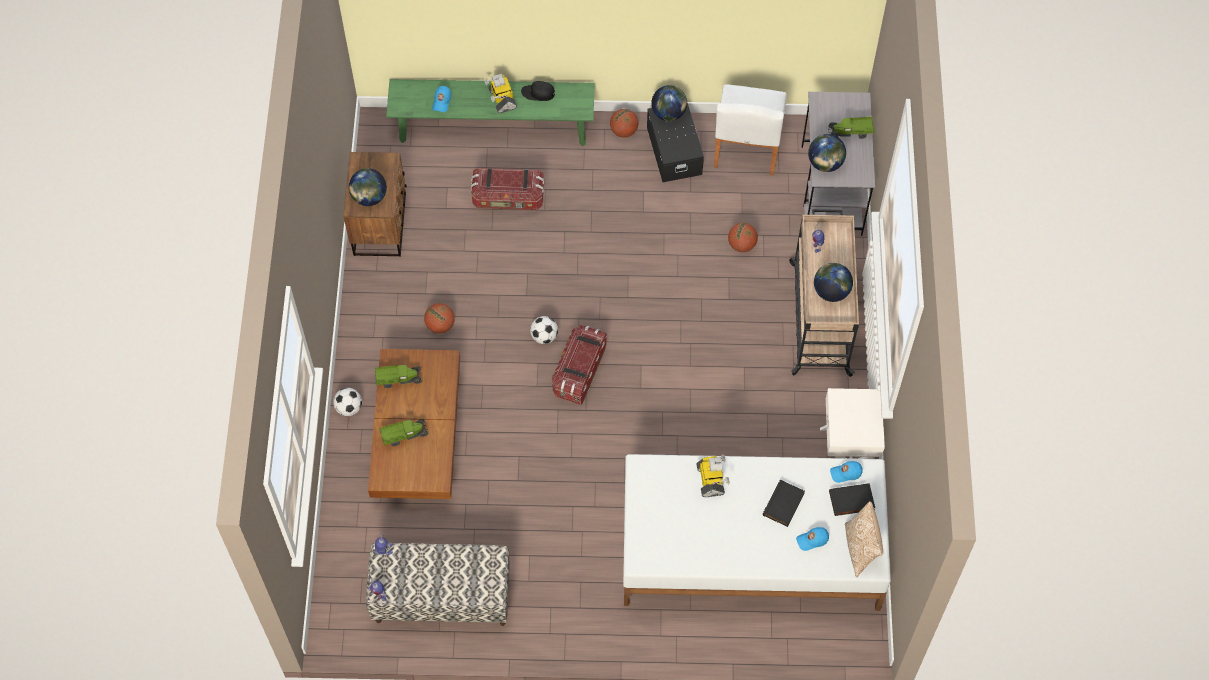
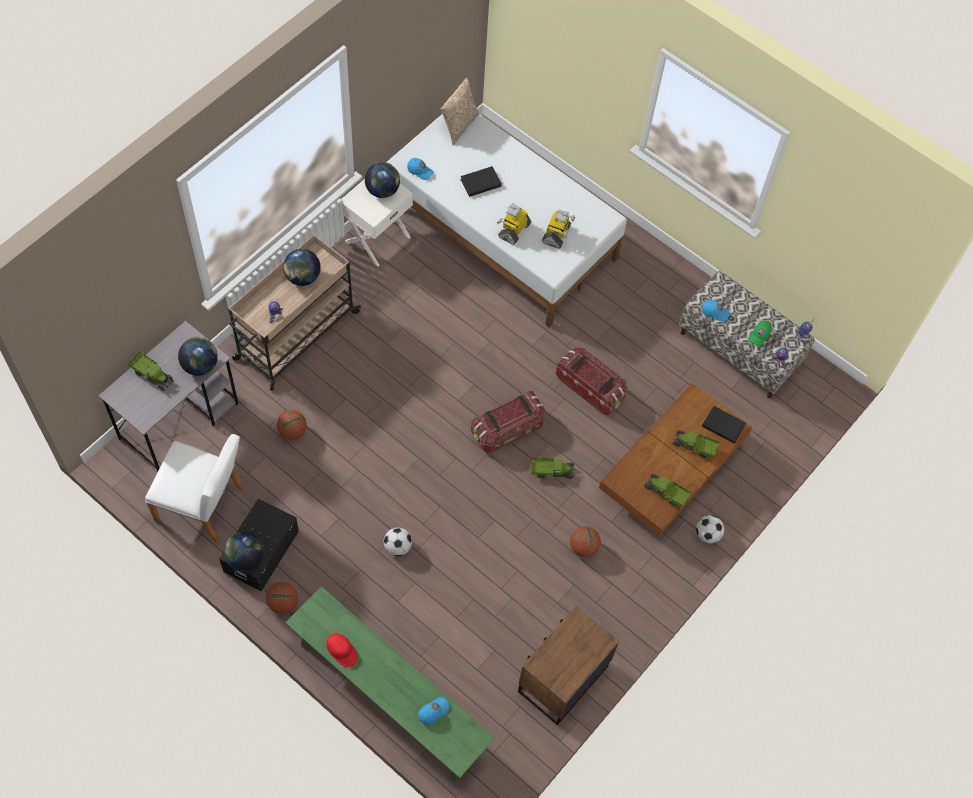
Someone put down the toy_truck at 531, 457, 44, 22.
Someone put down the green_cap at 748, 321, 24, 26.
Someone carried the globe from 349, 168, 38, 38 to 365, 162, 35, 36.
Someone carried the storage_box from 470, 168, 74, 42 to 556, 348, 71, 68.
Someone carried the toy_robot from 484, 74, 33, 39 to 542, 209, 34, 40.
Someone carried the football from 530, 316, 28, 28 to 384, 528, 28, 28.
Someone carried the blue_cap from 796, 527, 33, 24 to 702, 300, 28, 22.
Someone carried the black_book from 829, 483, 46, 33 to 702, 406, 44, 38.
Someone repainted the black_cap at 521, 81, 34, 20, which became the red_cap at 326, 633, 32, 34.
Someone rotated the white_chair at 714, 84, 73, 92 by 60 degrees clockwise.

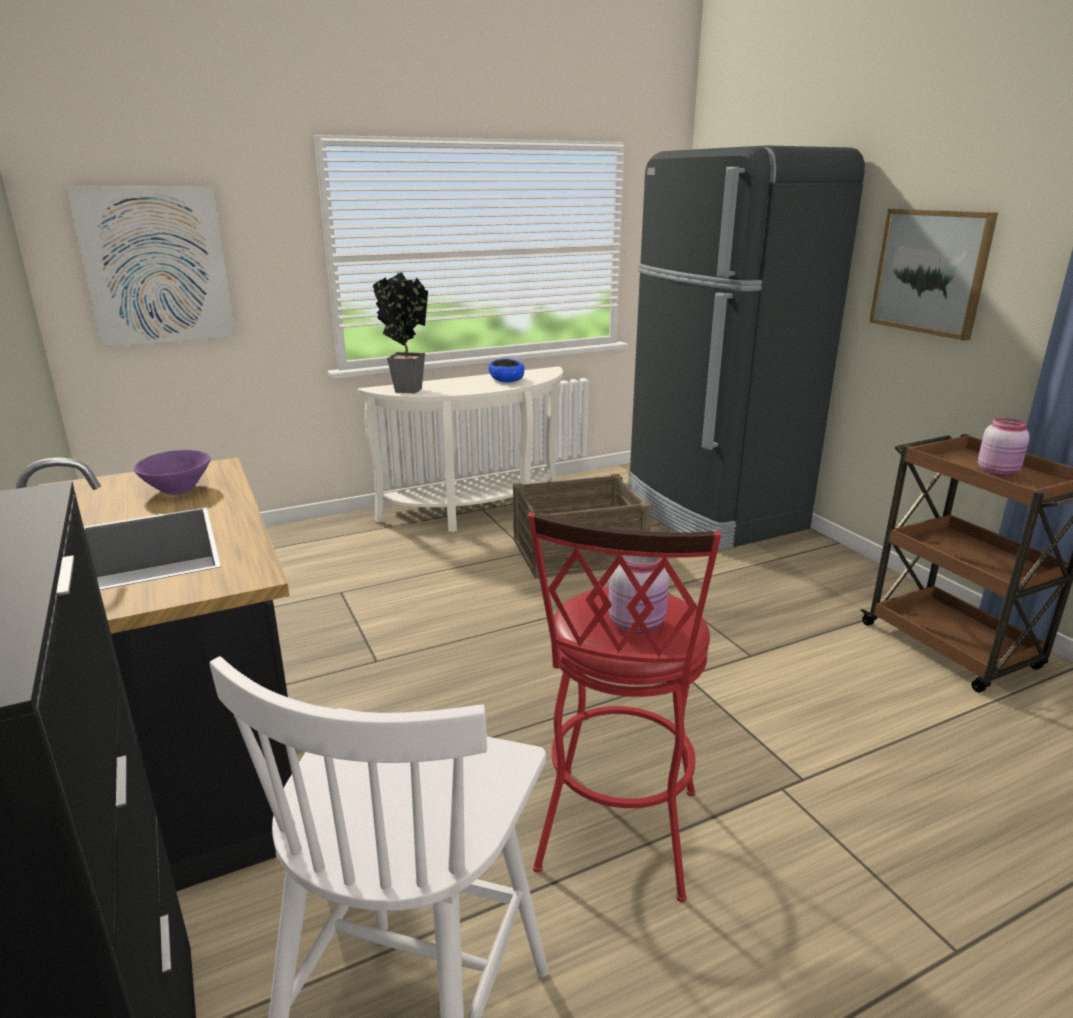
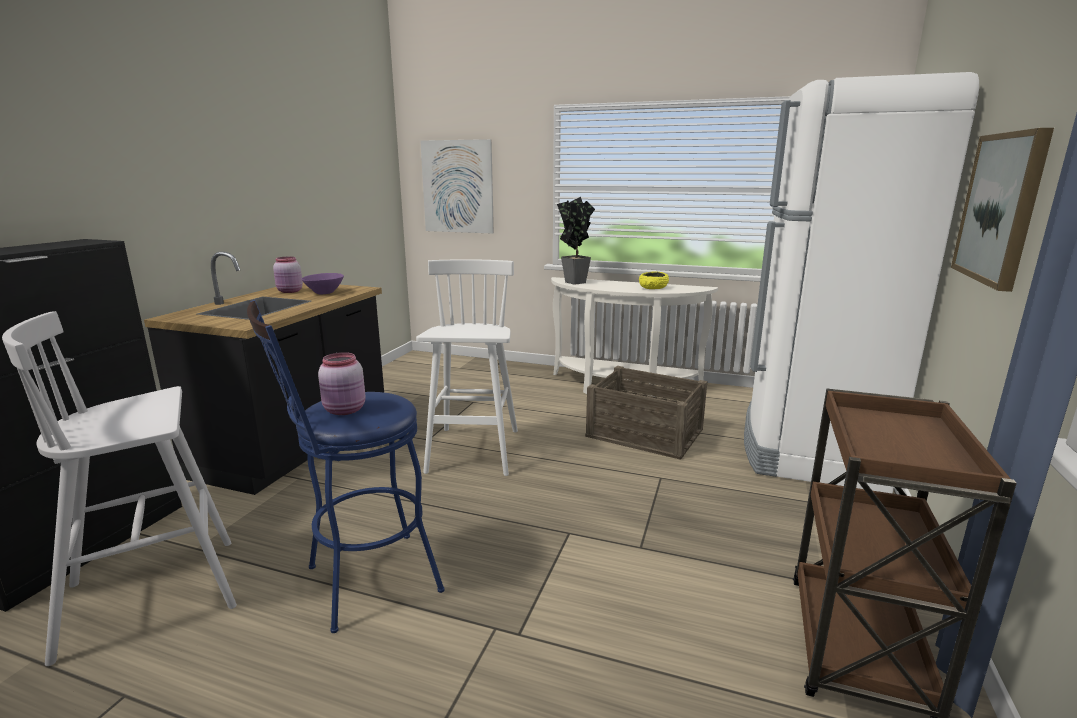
Someone put down the white_stool at 416, 259, 102, 217.
Someone carried the pink_jar from 978, 418, 51, 58 to 273, 257, 30, 36.
Someone repainted the blue_bowl at 489, 359, 35, 24, which became the yellow_bowl at 639, 272, 30, 17.
Someone repainted the red_stool at 528, 512, 193, 390, which became the blue_stool at 247, 300, 198, 333.
Someone repainted the black_fridge at 628, 145, 237, 406, which became the white_fridge at 744, 72, 235, 421.

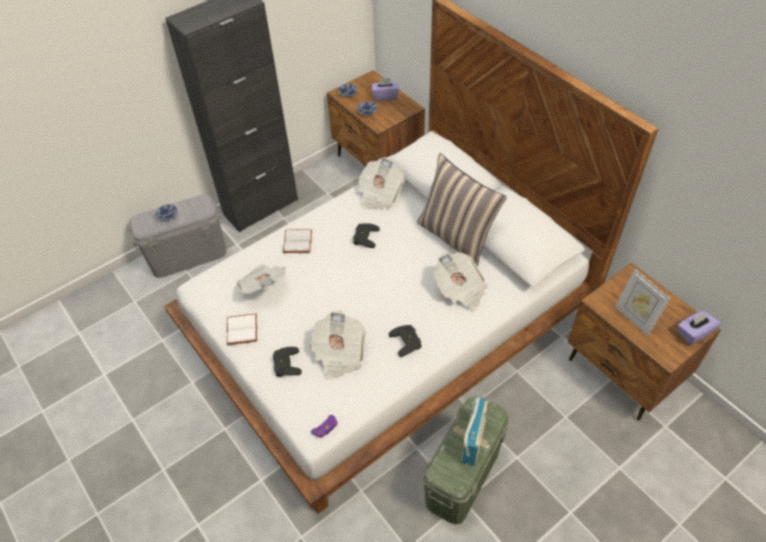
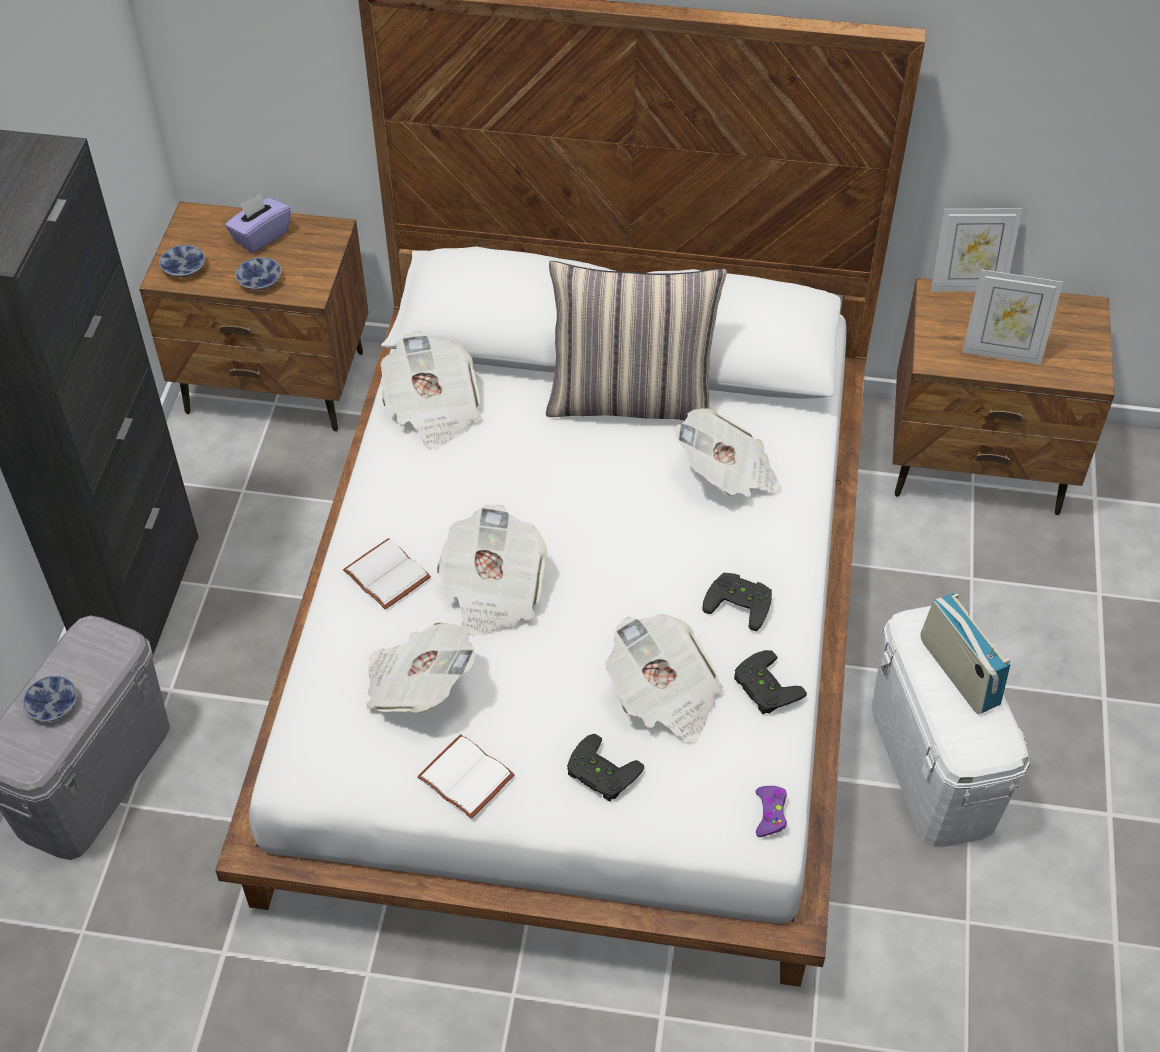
Someone took away the purple_tissue_box at 677, 311, 44, 34.
Someone put down the newspaper at 437, 504, 111, 133.
Someone put down the picture_frame at 931, 209, 91, 83.
Someone carried the black_game_controller from 353, 223, 27, 25 to 734, 650, 73, 64.
Someone repainted the green_storage_box at 423, 396, 86, 129, which became the white_storage_box at 872, 606, 158, 241.

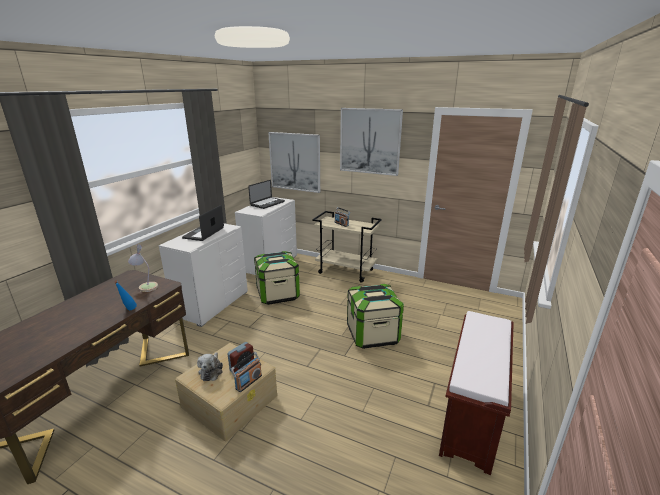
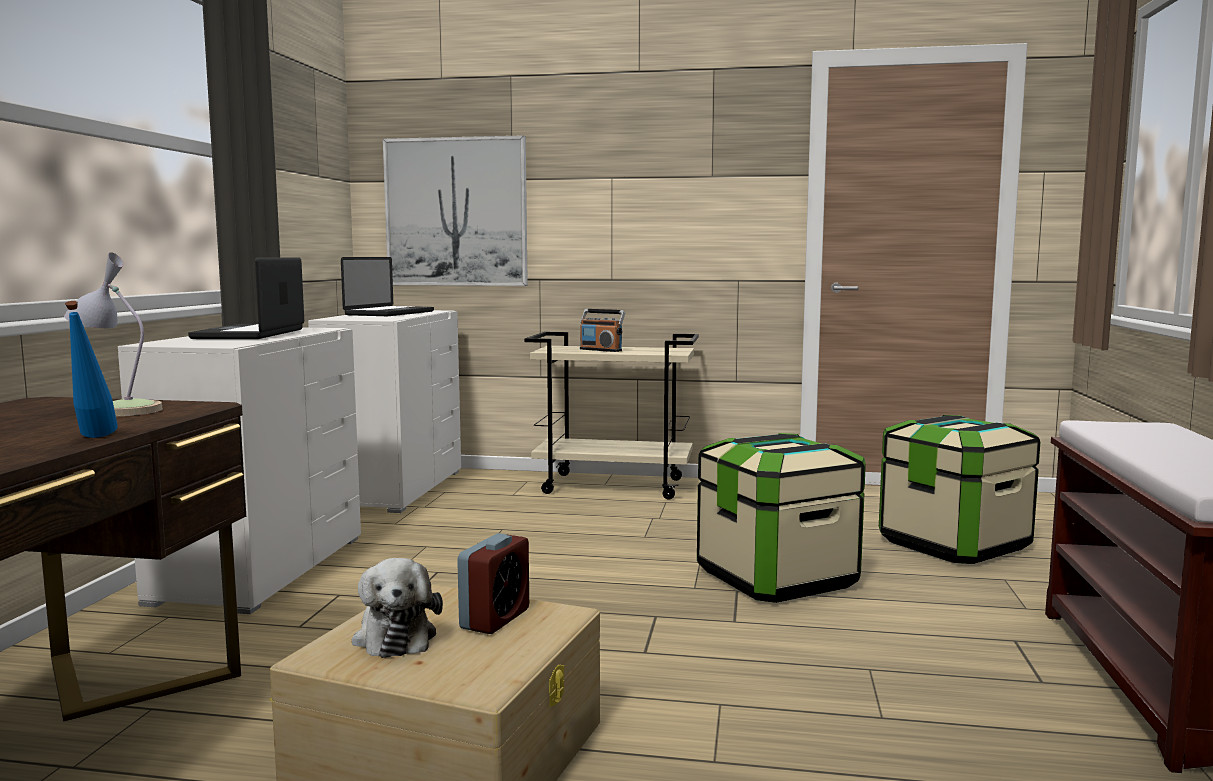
Someone took away the radio at 231, 352, 31, 40.
Someone took away the picture at 340, 108, 63, 68.
Someone carried the storage_box from 254, 251, 46, 54 to 879, 415, 161, 149.

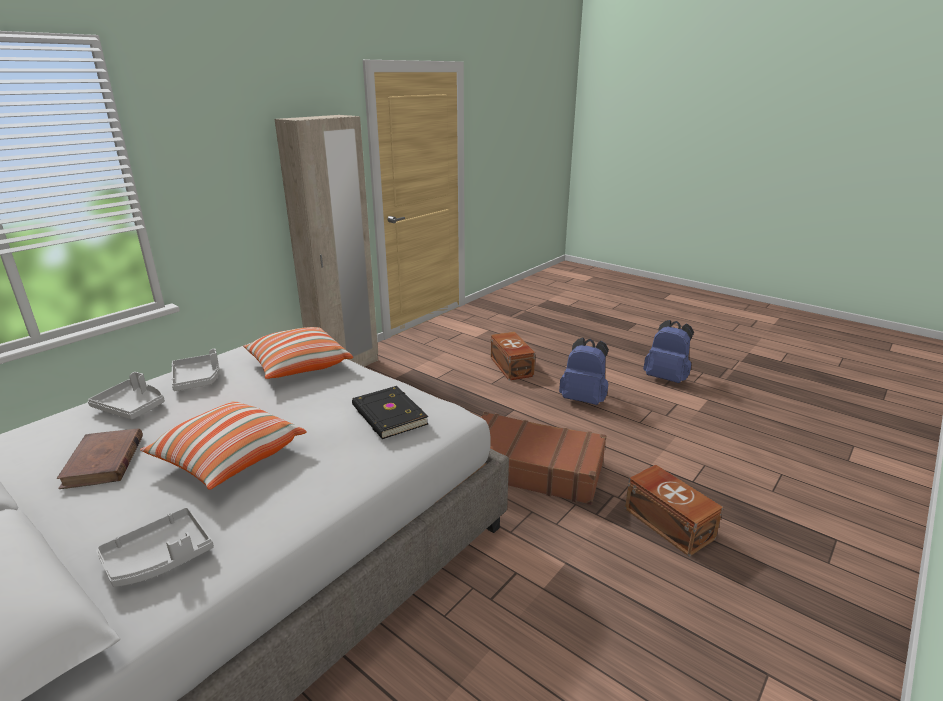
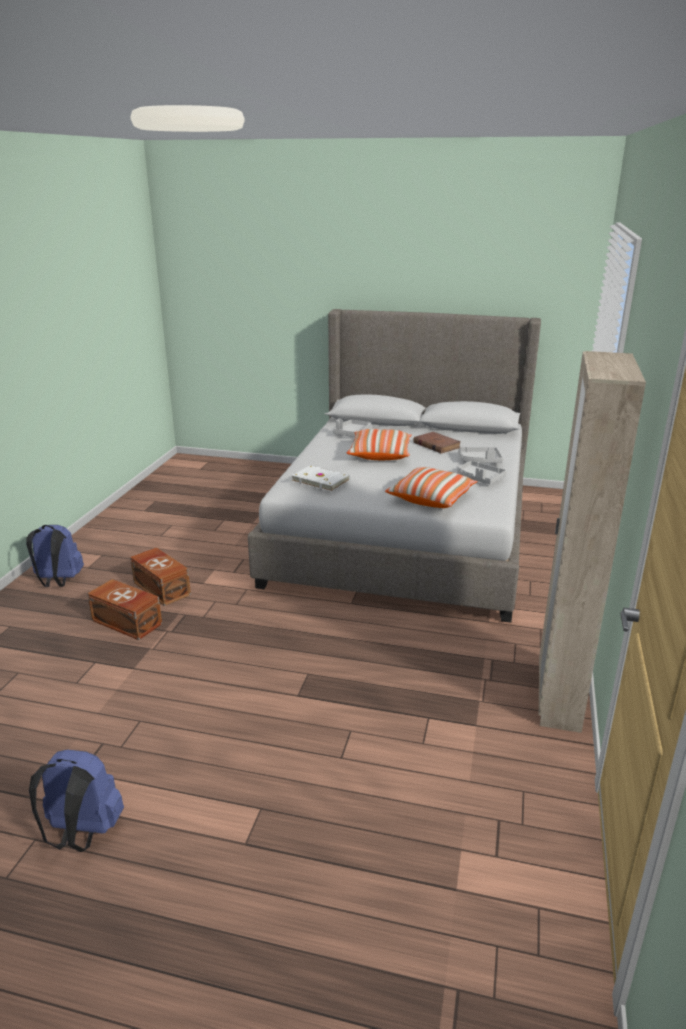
Someone took away the brown_suitcase at 481, 412, 125, 93.
Someone carried the brown_storage_box from 491, 332, 44, 49 to 130, 547, 61, 59.
Someone carried the blue_backpack from 559, 338, 50, 67 to 26, 525, 58, 62.
Someone repainted the black_book at 352, 386, 76, 53, which became the white_book at 291, 465, 59, 26.

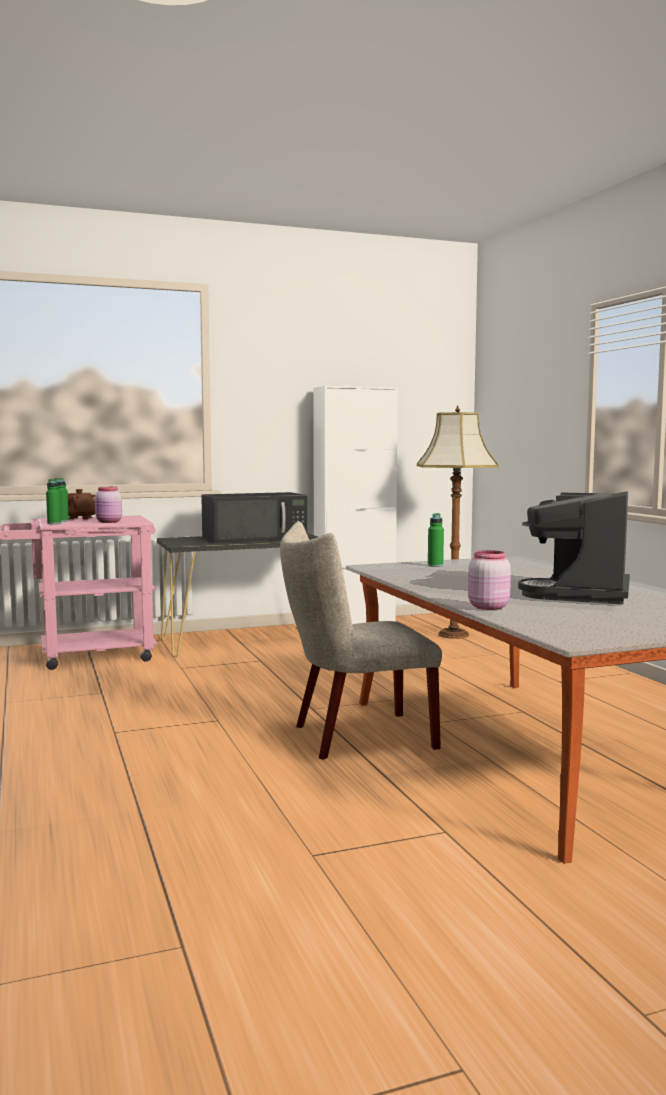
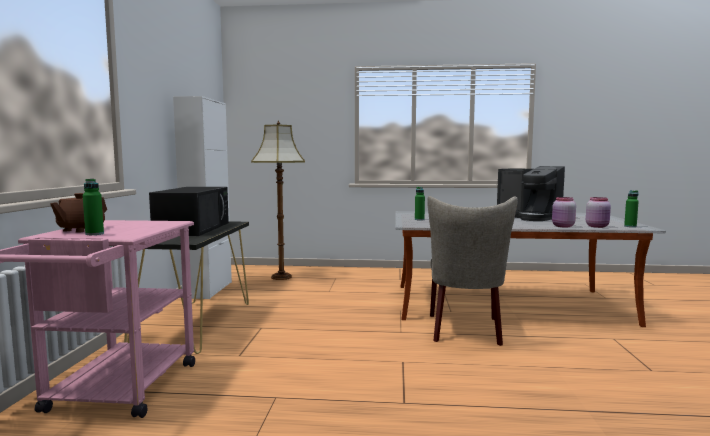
Someone carried the green_bottle from 46, 479, 15, 45 to 624, 190, 15, 37.
Someone carried the pink_jar from 95, 487, 27, 36 to 586, 197, 25, 31.

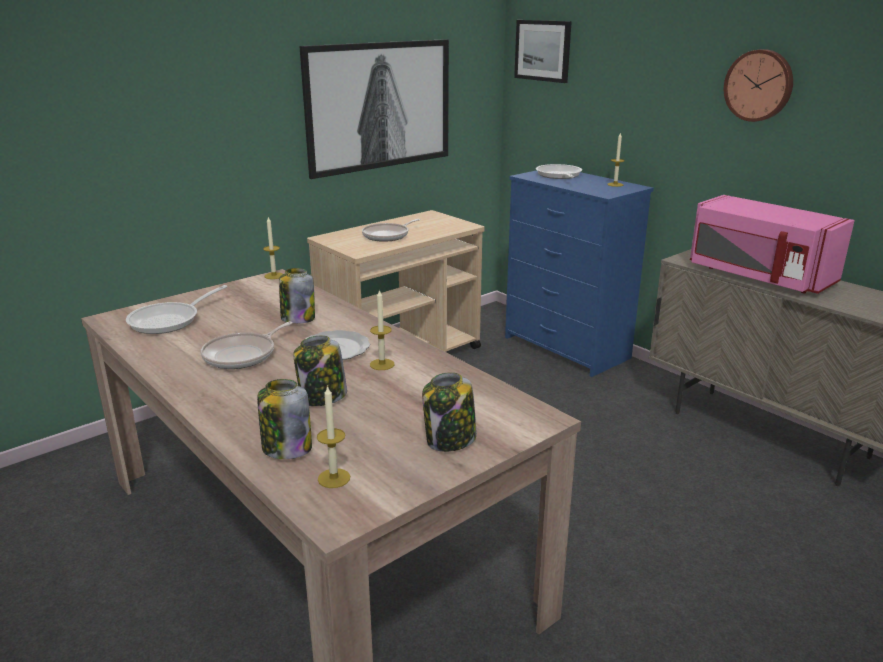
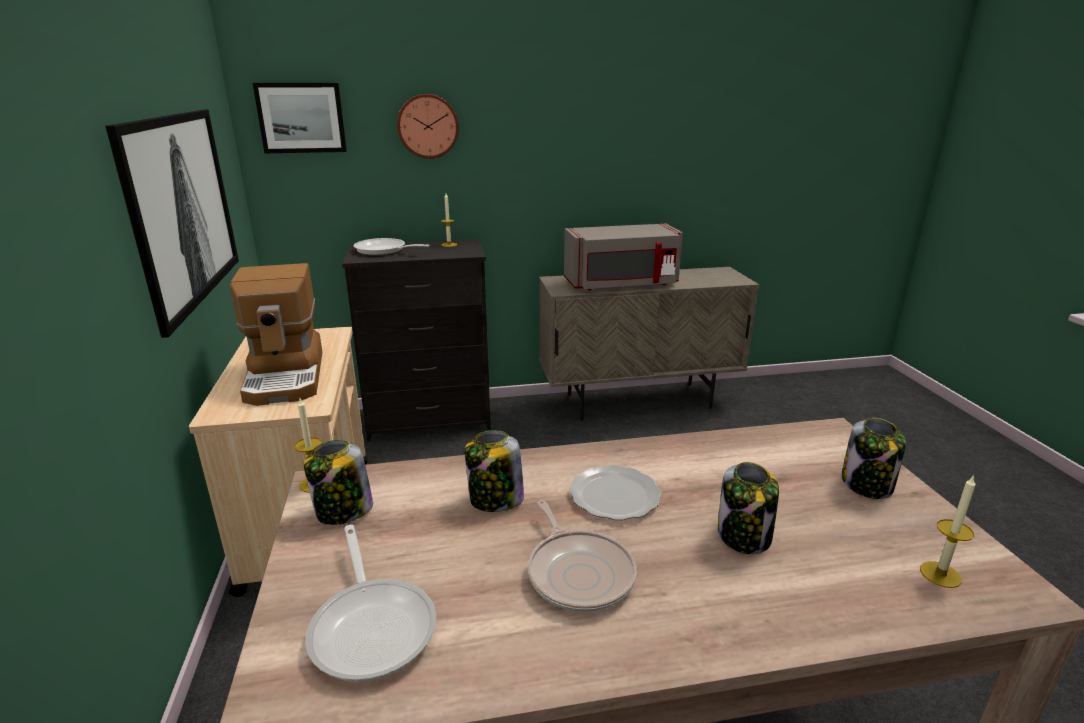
Someone took away the candle at 370, 289, 25, 81.
Someone carried the jar from 257, 379, 55, 80 to 304, 440, 69, 85.
Someone carried the wall_clock from 724, 49, 69, 73 to 397, 94, 62, 65.
Someone swapped the frying_pan at 362, 219, 58, 23 for the coffee_machine at 230, 263, 92, 143.
Someone repainted the blue_dresser at 505, 170, 149, 207, which became the black_dresser at 342, 239, 149, 203.
Someone repainted the pink_microwave at 690, 195, 165, 99, which became the grey_microwave at 564, 223, 119, 67.

